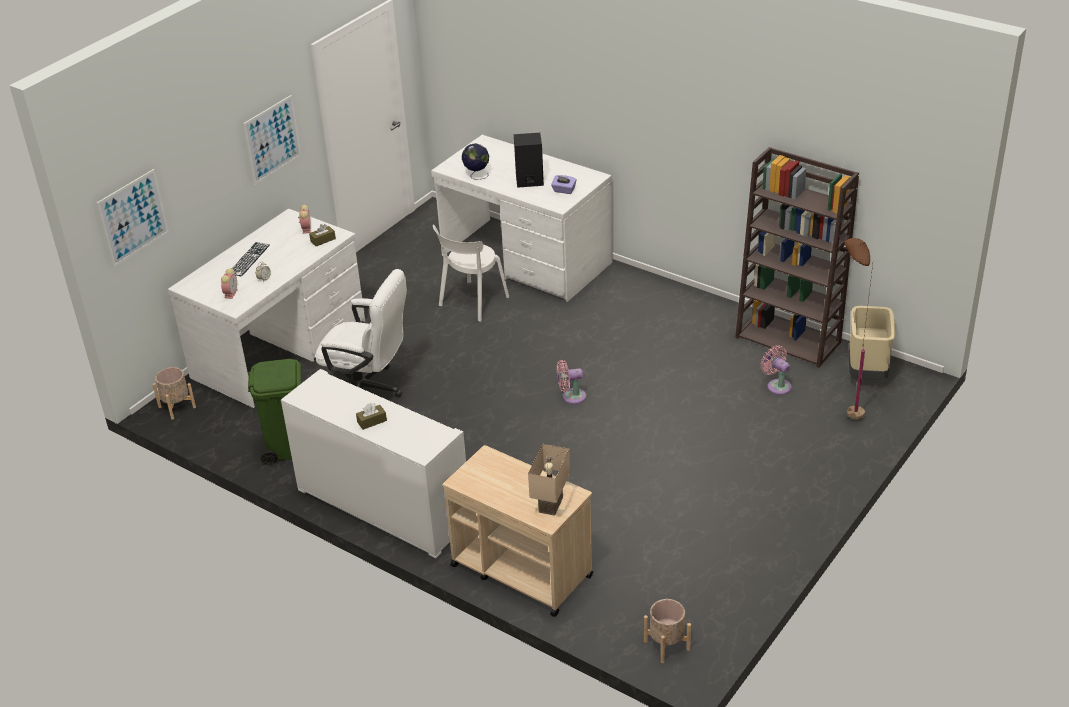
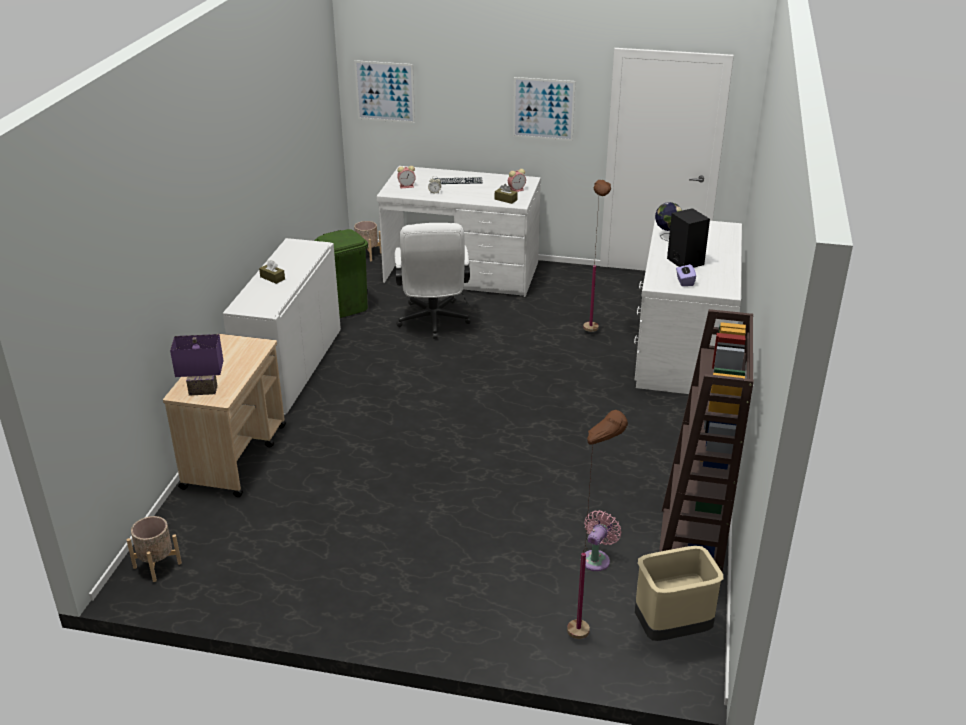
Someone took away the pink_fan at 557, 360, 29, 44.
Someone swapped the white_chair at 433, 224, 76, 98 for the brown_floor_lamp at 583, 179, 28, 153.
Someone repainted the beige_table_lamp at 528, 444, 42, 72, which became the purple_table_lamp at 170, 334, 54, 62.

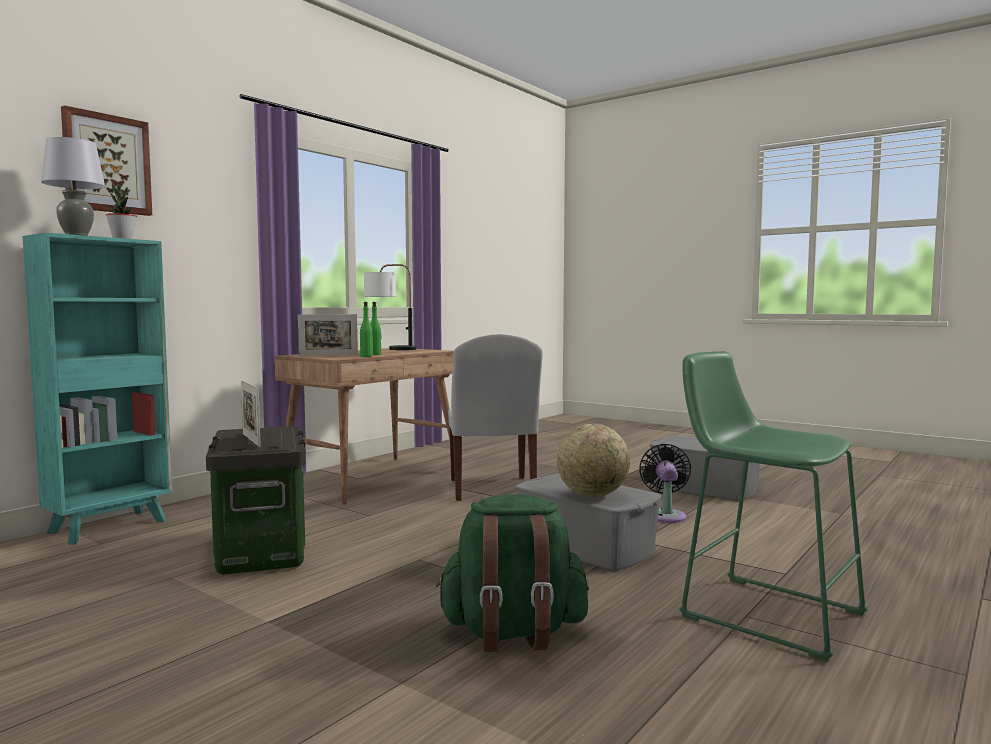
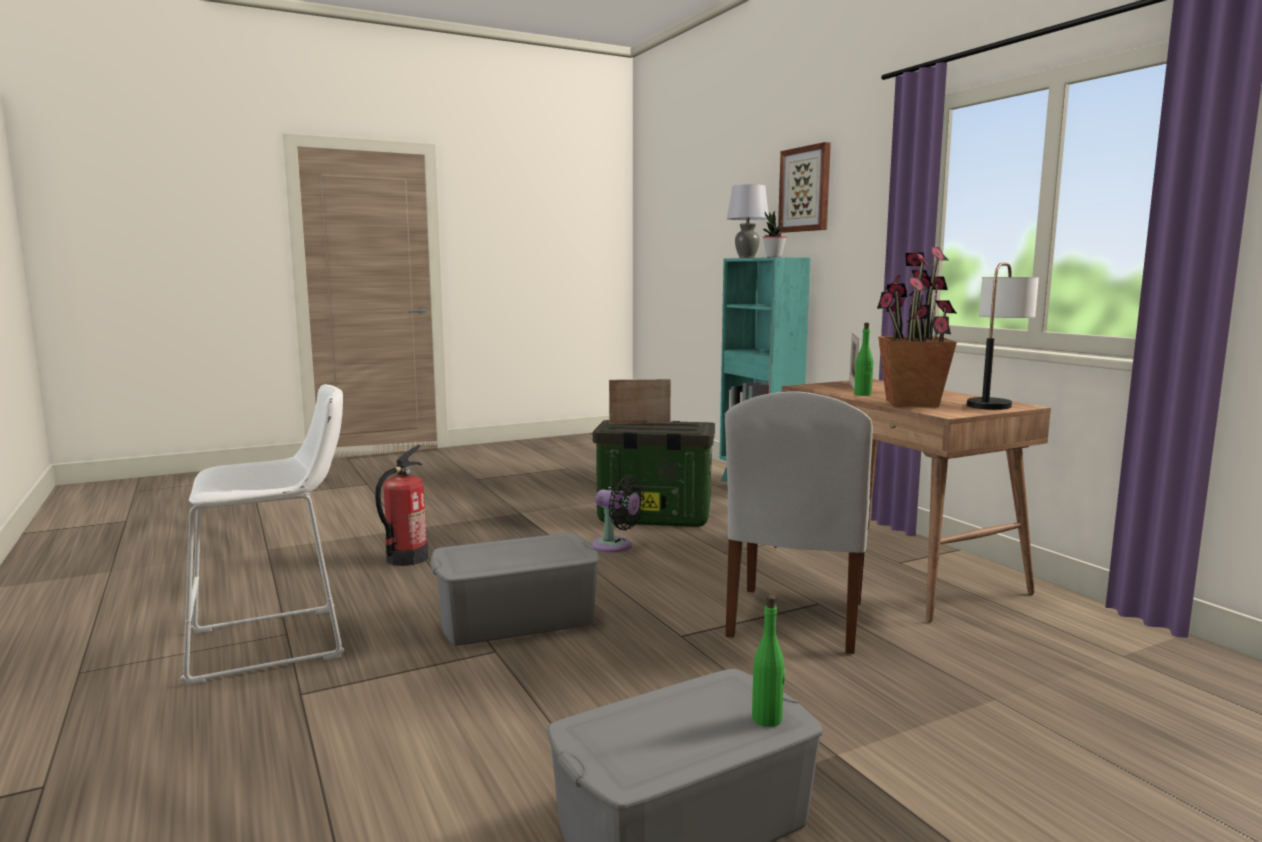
Someone took away the globe at 557, 424, 73, 73.
Someone put down the potted_plant at 877, 246, 80, 161.
Someone carried the green_bottle from 360, 302, 13, 55 to 752, 595, 33, 132.
Someone carried the black_fan from 639, 444, 52, 79 to 592, 475, 53, 78.
Someone swapped the green_backpack at 436, 494, 153, 158 for the fire_extinguisher at 375, 445, 53, 121.
Someone repainted the green_stool at 679, 351, 189, 311, which became the white_stool at 181, 384, 163, 301.
Someone rotated the white_chair at 448, 334, 95, 167 by 90 degrees counterclockwise.

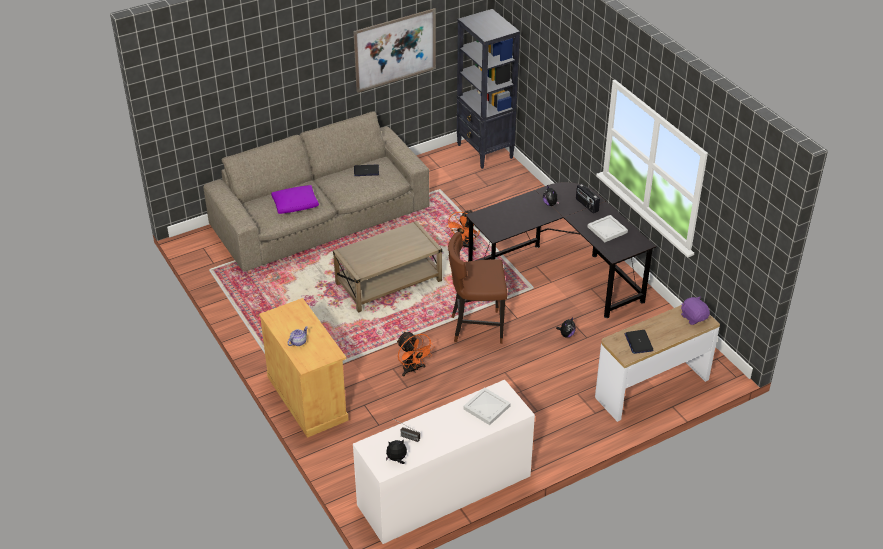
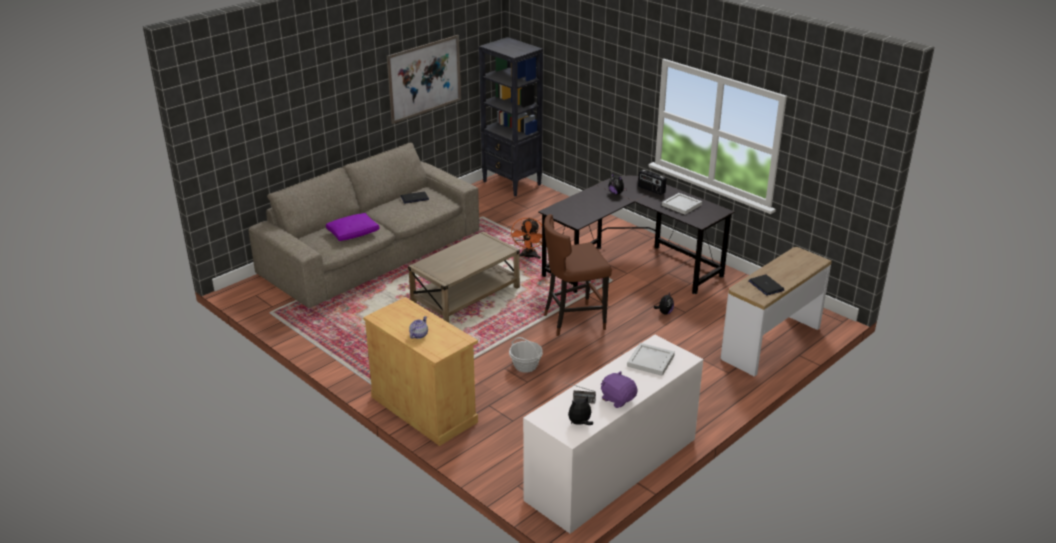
Someone carried the purple_plush_toy from 681, 296, 29, 29 to 601, 371, 37, 37.
Someone swapped the orange_fan at 397, 332, 38, 45 for the basket at 509, 337, 34, 36.

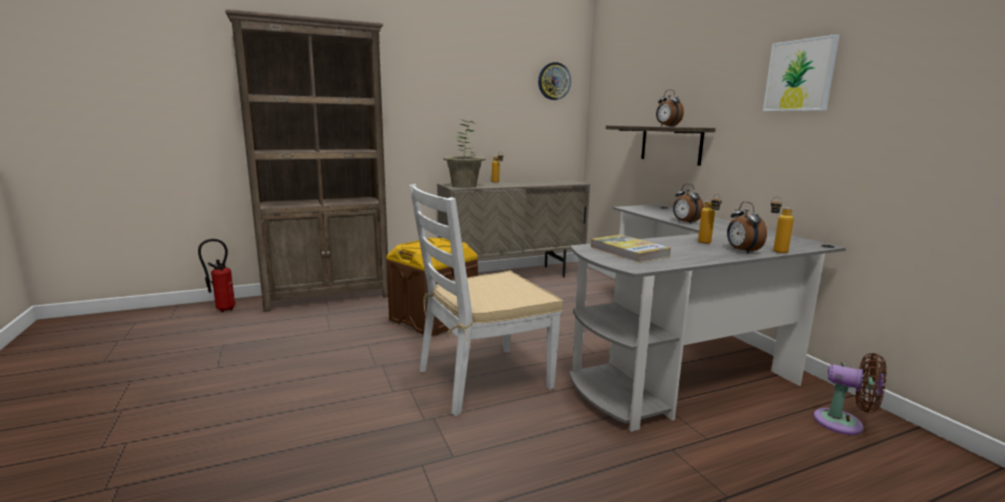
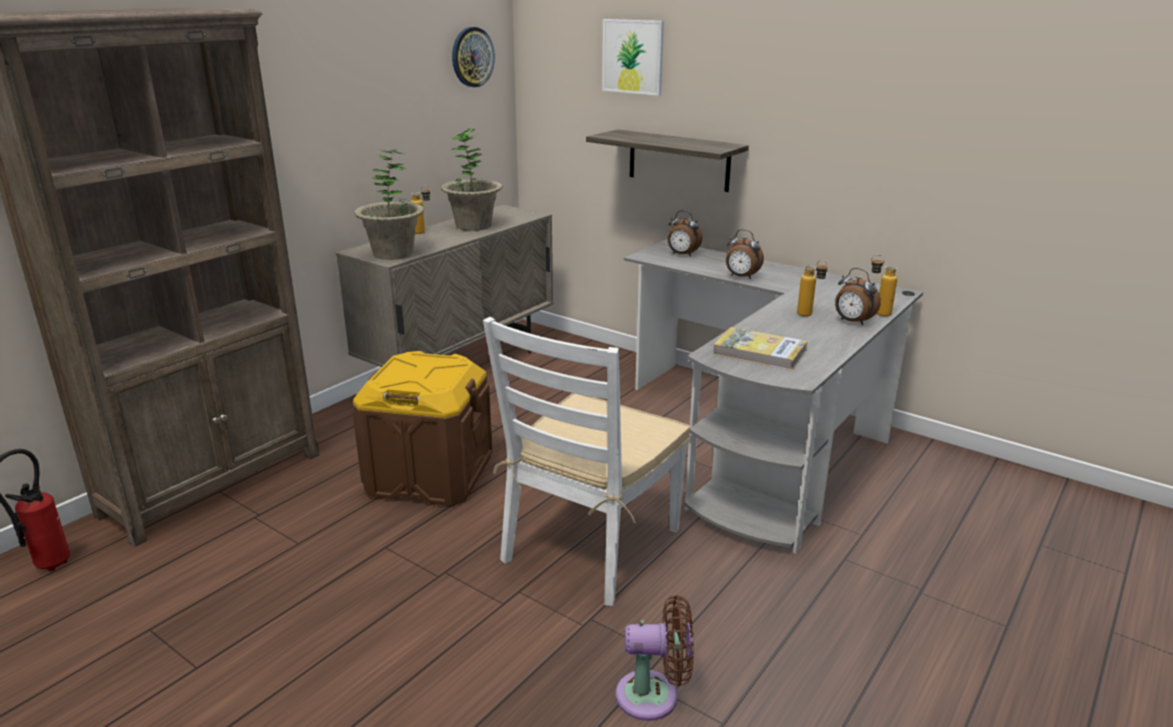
Someone put down the potted_plant at 441, 128, 61, 103.
Someone carried the alarm_clock from 656, 90, 28, 37 to 667, 210, 35, 47.
Someone carried the picture from 763, 34, 77, 77 to 602, 19, 62, 77.
Someone carried the brown_fan from 813, 353, 73, 82 to 616, 595, 78, 126.

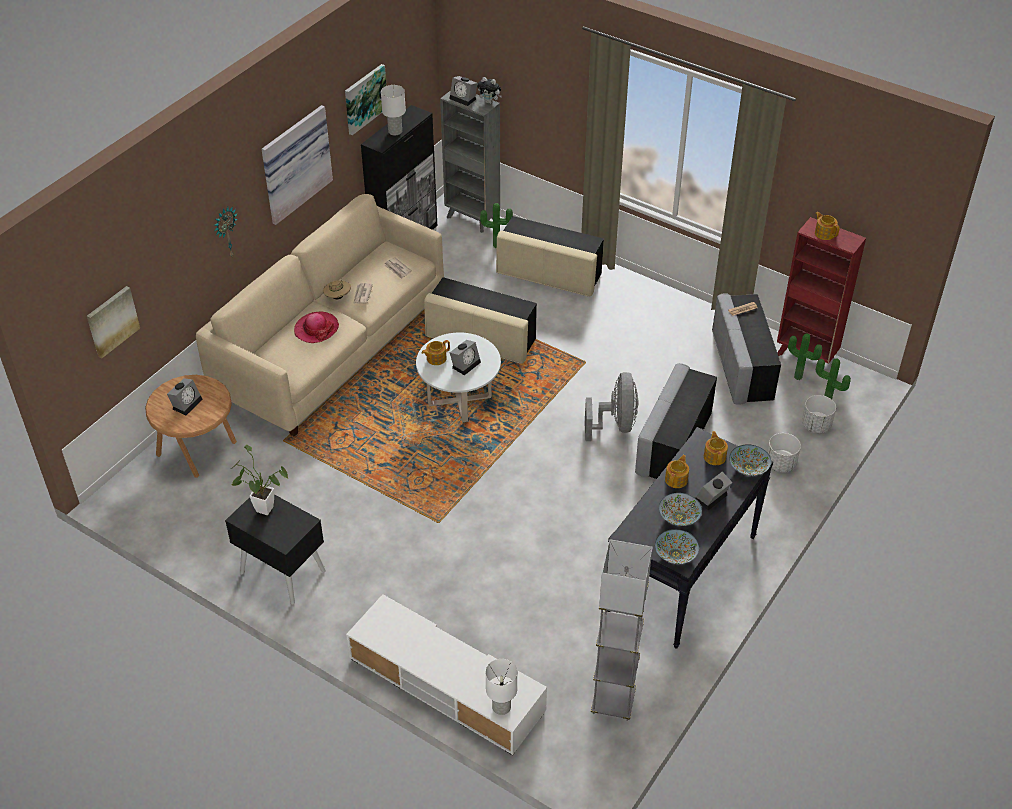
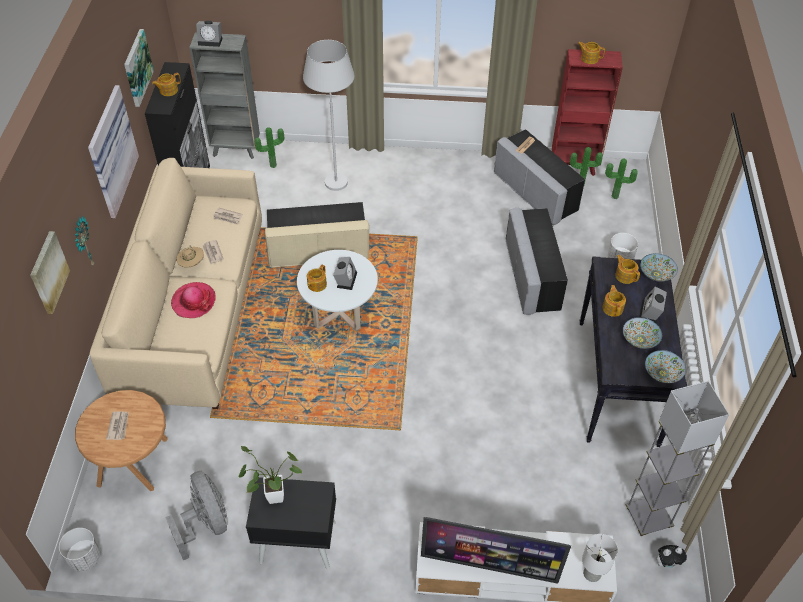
Someone put down the television at 421, 517, 150, 67.
Someone carried the picture from 87, 286, 53, 72 to 30, 231, 40, 83.
Someone carried the plush_toy from 477, 77, 25, 27 to 657, 545, 30, 23.
Someone carried the grey_fan from 585, 372, 53, 69 to 165, 471, 62, 90.
Someone carried the white_planter from 802, 395, 34, 38 to 59, 528, 42, 43.
Someone swapped the alarm_clock at 167, 378, 36, 37 for the newspaper at 106, 412, 23, 28.
Someone swapped the white_table_lamp at 381, 85, 25, 50 for the teapot at 152, 73, 29, 23.
Someone swapped the beige_ottoman at 496, 216, 108, 81 for the white_floor_lamp at 303, 40, 51, 151.

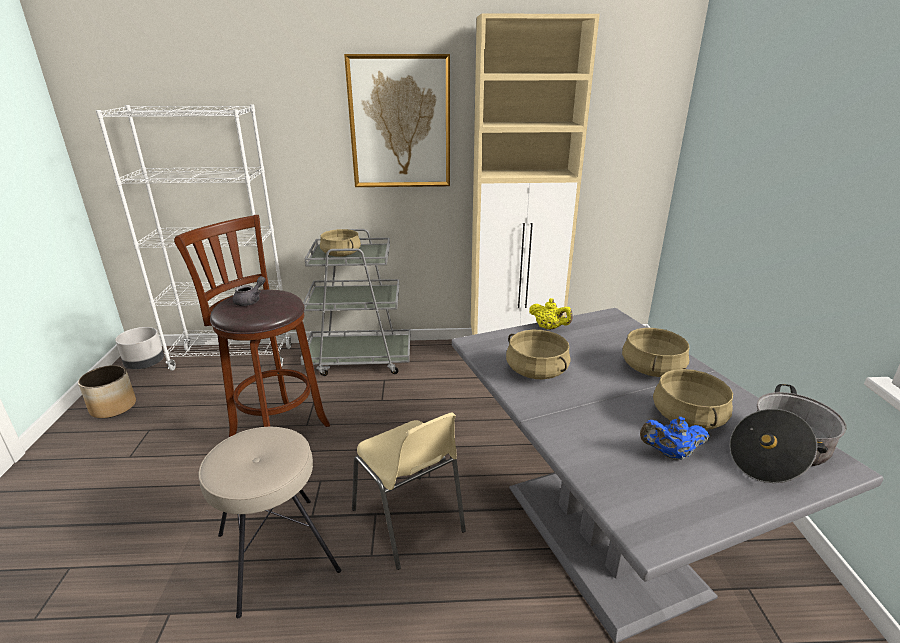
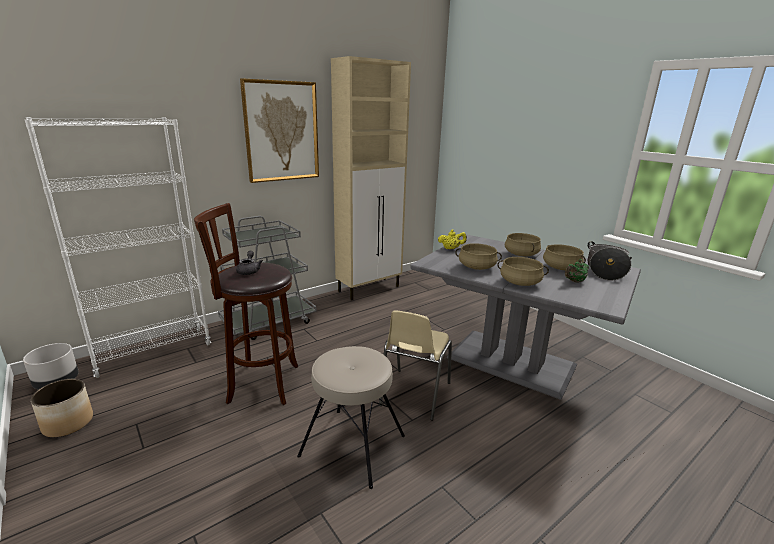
Someone carried the beige_cooking_pot from 320, 229, 41, 28 to 497, 257, 52, 29.
Someone repainted the blue_teapot at 640, 417, 69, 43, which became the green_teapot at 565, 259, 24, 24.
Someone rotated the beige_chair at 352, 412, 114, 158 by 90 degrees clockwise.

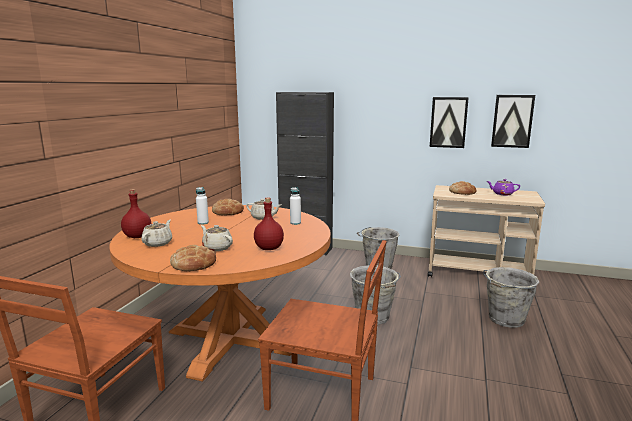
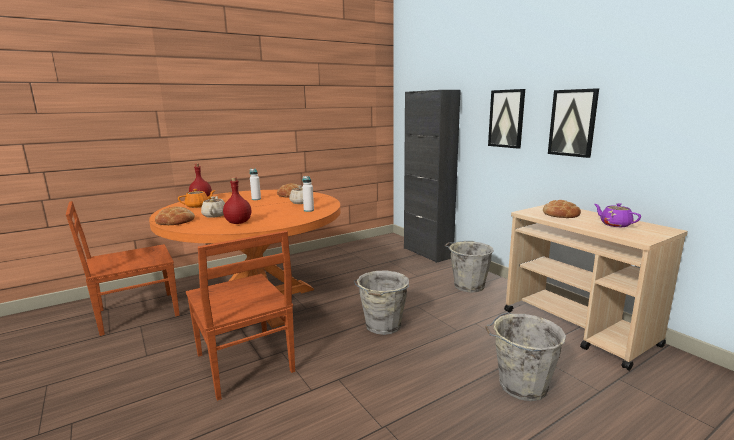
Someone carried the picture from 491, 95, 44, 53 to 488, 89, 37, 60.
Someone repainted the beige_teapot at 141, 219, 31, 28, which became the orange_teapot at 178, 189, 37, 19.

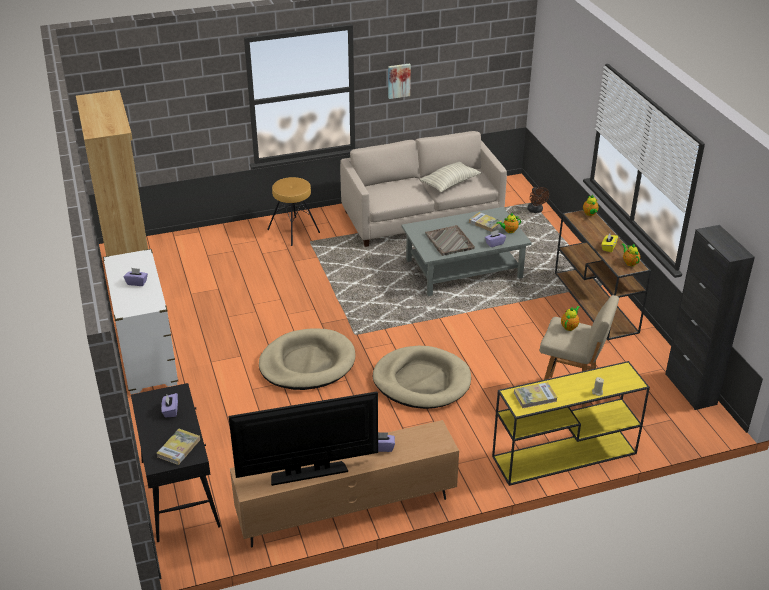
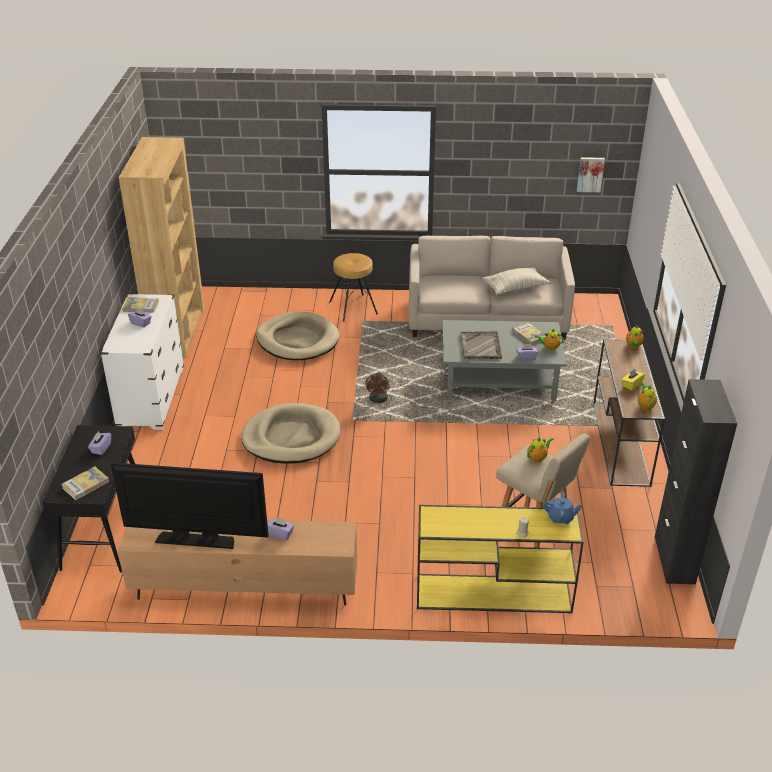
Someone put down the blue_teapot at 543, 493, 39, 31.
Someone carried the beige_dog_bed from 373, 346, 98, 63 to 256, 311, 84, 49.
Someone carried the picture from 388, 63, 23, 36 to 577, 157, 28, 35.
Someone carried the book from 514, 382, 44, 26 to 122, 297, 37, 16.
Someone carried the brown_fan from 527, 187, 22, 26 to 365, 372, 25, 31.

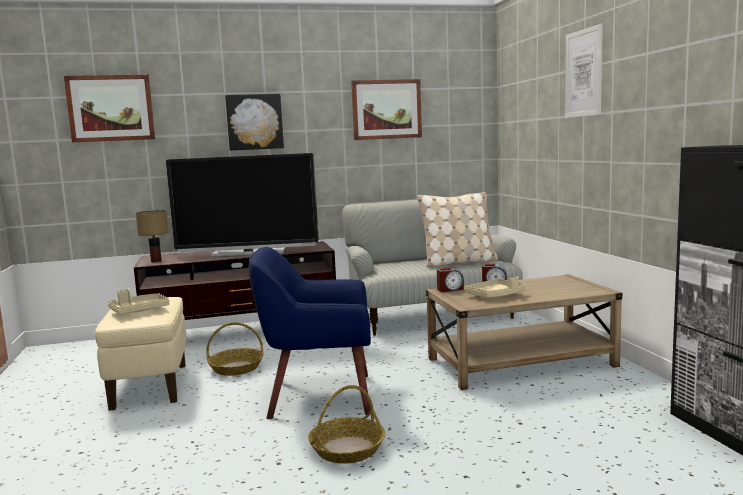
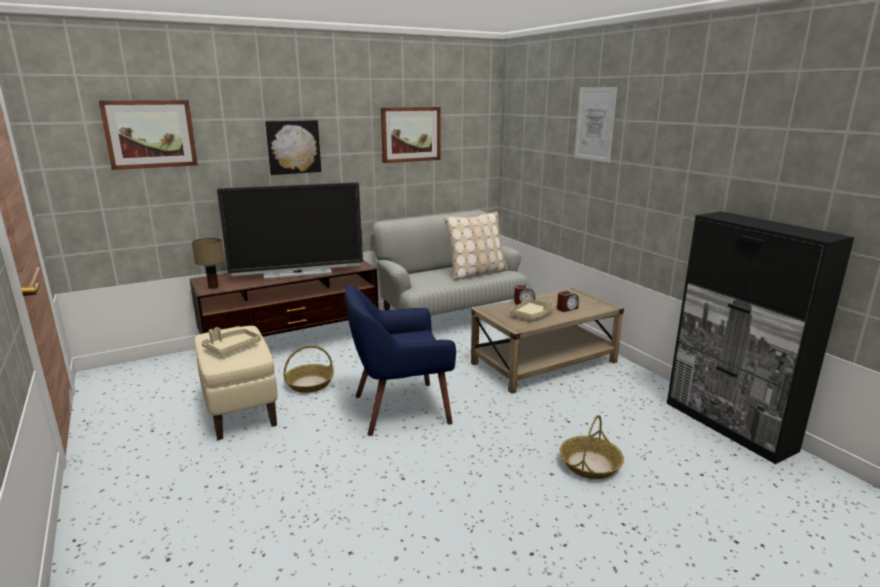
Someone carried the basket from 308, 385, 77, 79 to 560, 415, 64, 64.
Someone carried the alarm_clock from 437, 267, 27, 25 to 557, 291, 22, 21.

